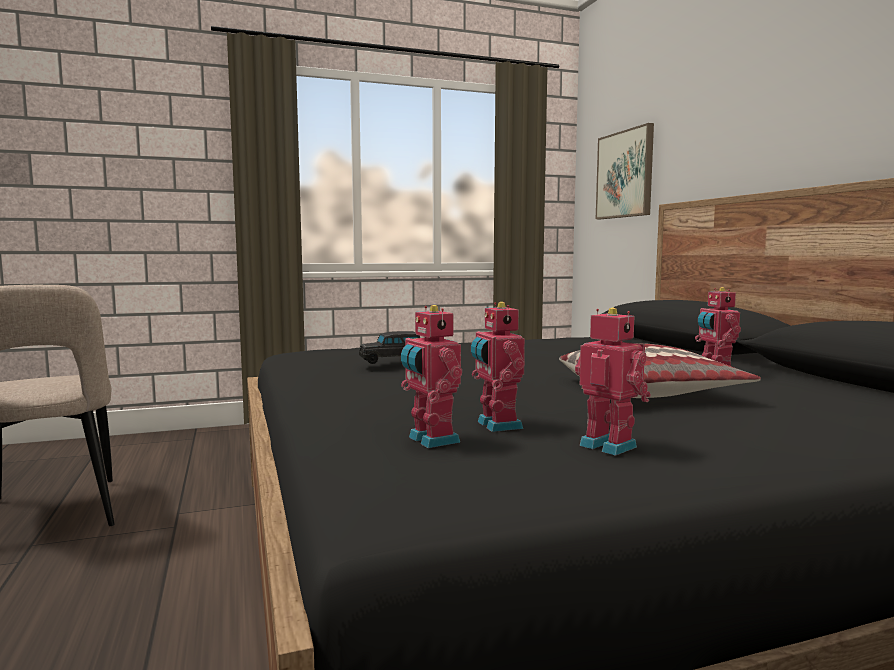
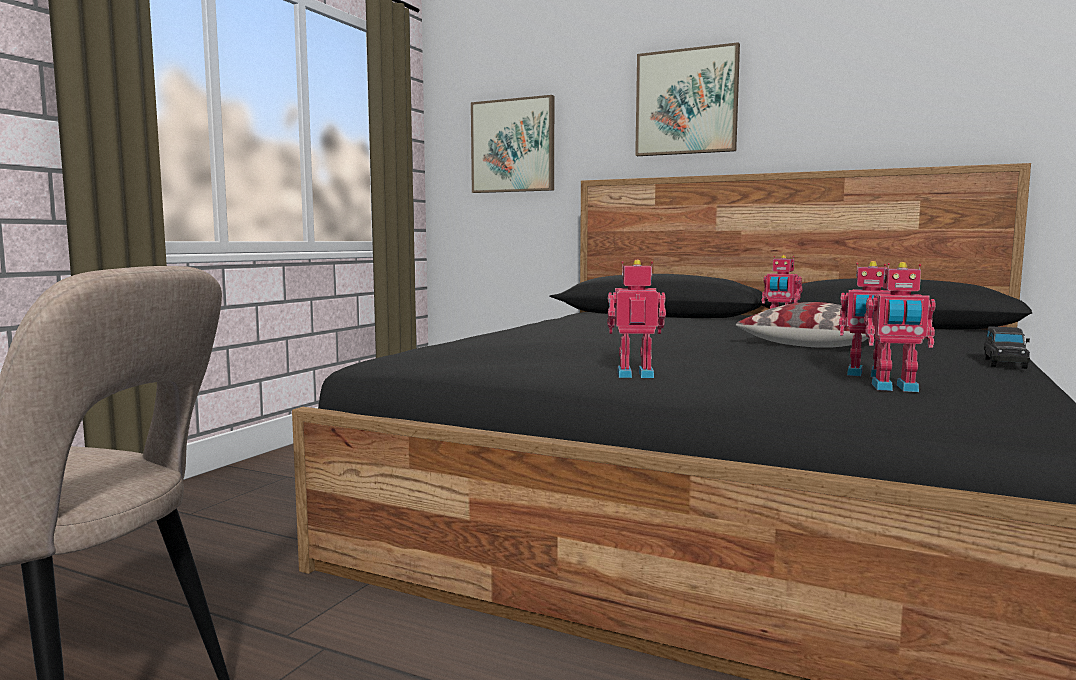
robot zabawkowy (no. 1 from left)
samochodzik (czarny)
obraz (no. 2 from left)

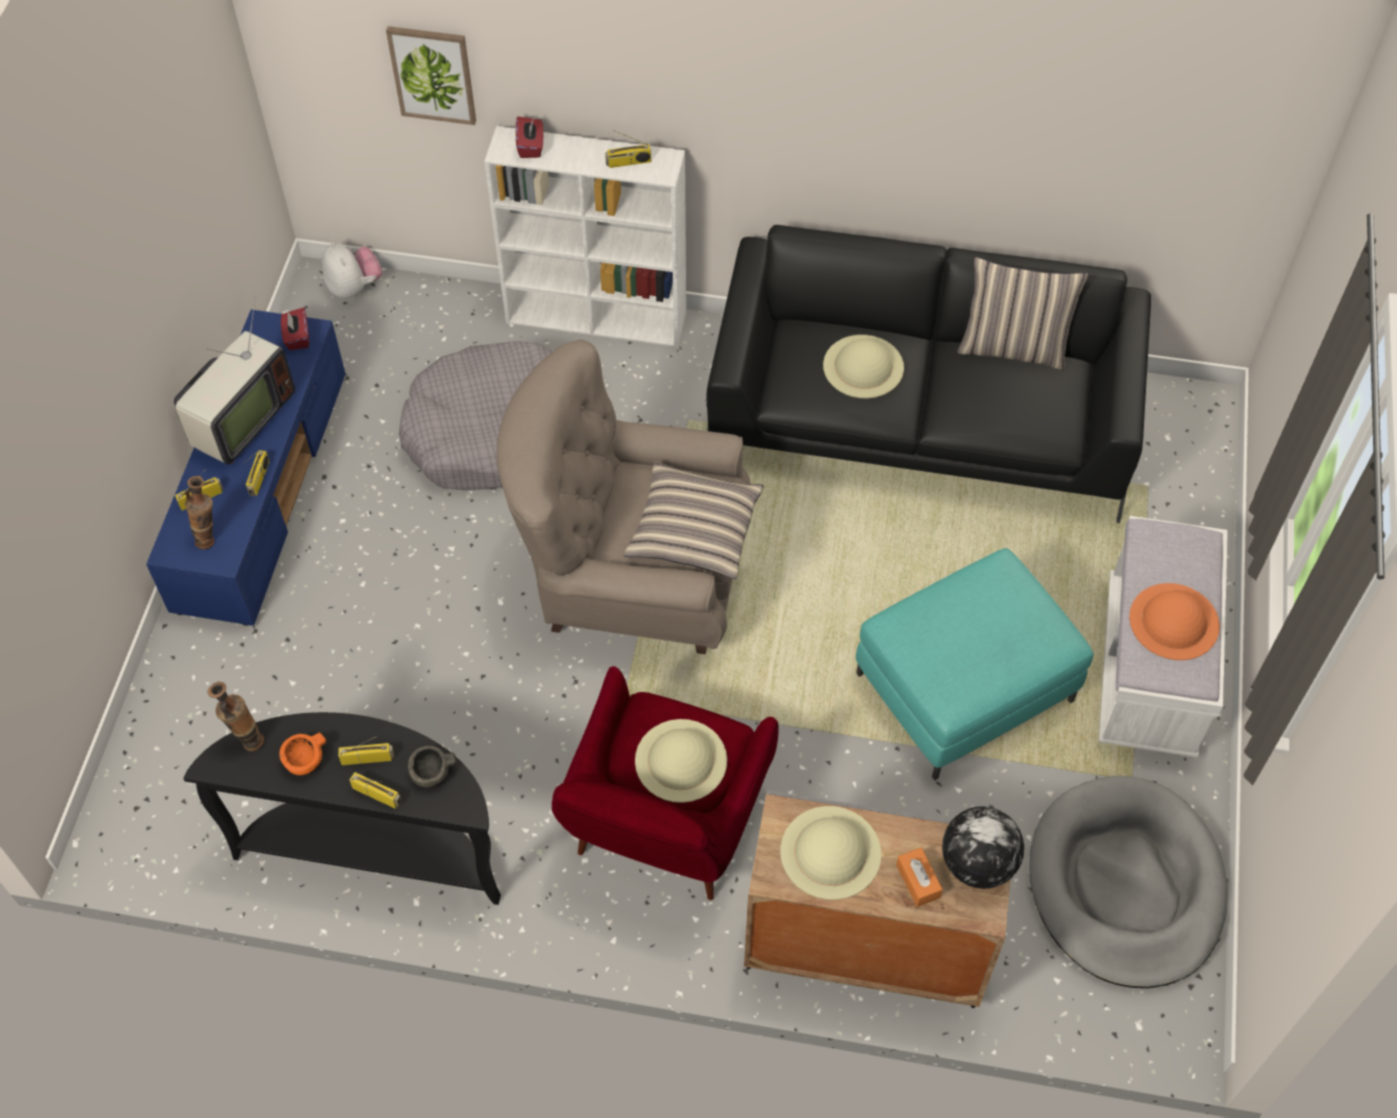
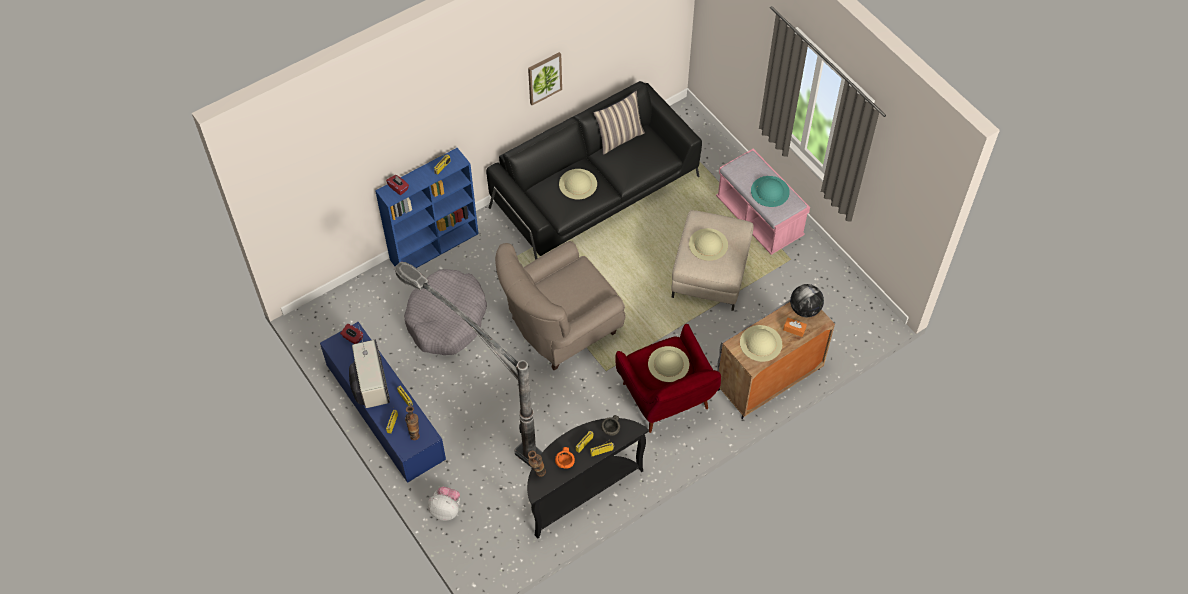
obraz
regał (niebieski)
pluszak
poduszka (no. 1 from left in the first image)
ławka (różowy)
pufa (beżowy)
kapelusz (turkusowy)
legowisko (szary) (no. 2 from left in the first image)
kapelusz (beżowy) (no. 3 from left)
lampa stojąca

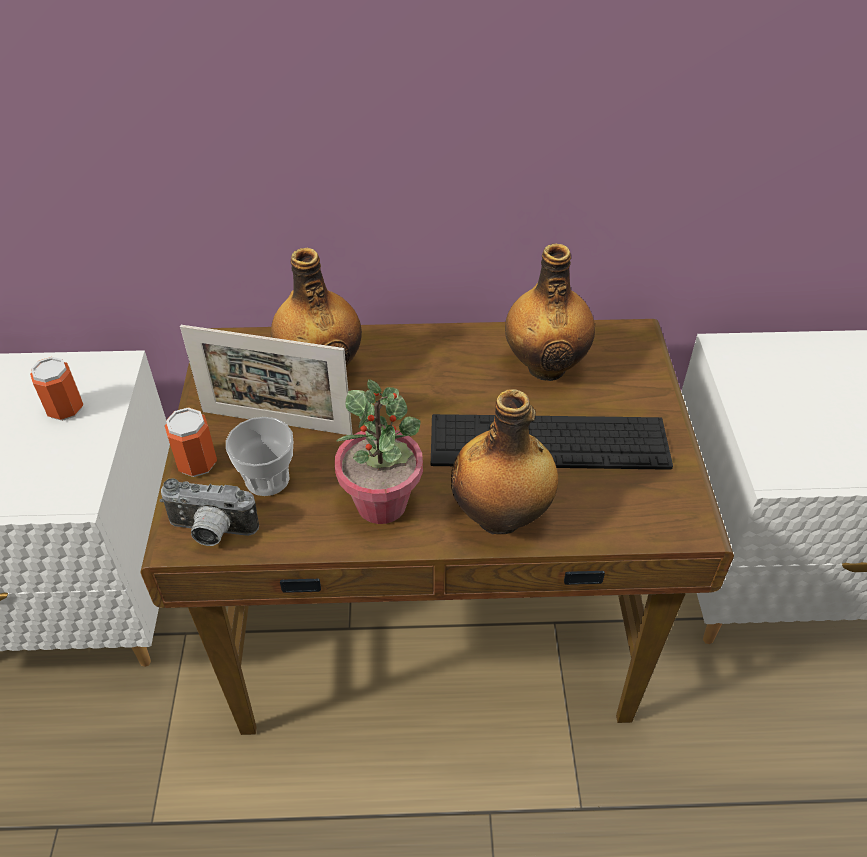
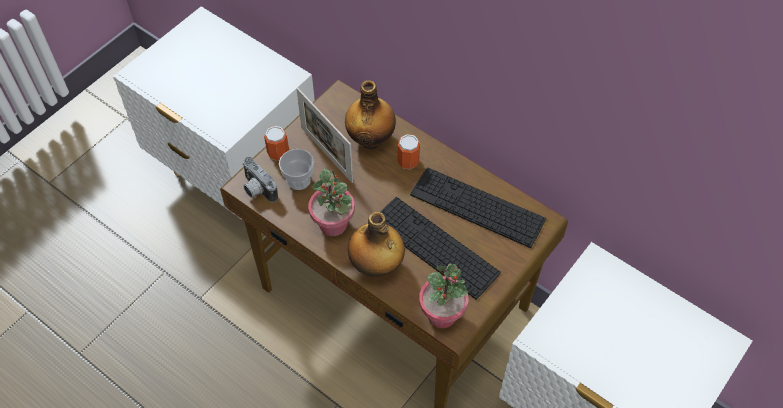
klawiatura (no. 2 from left)
puszka (no. 2 from left)
roślina doniczkowa (no. 2 from left)

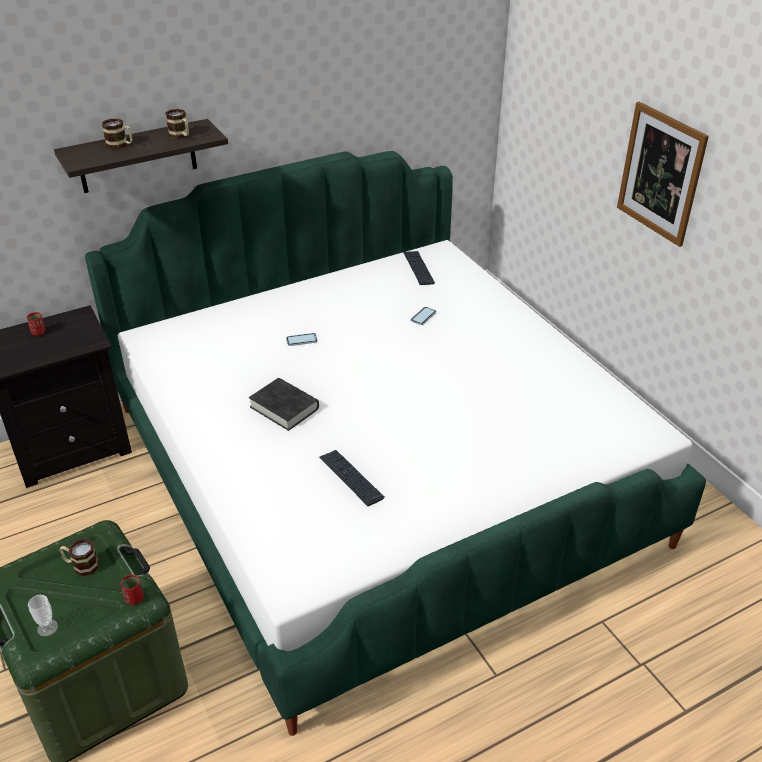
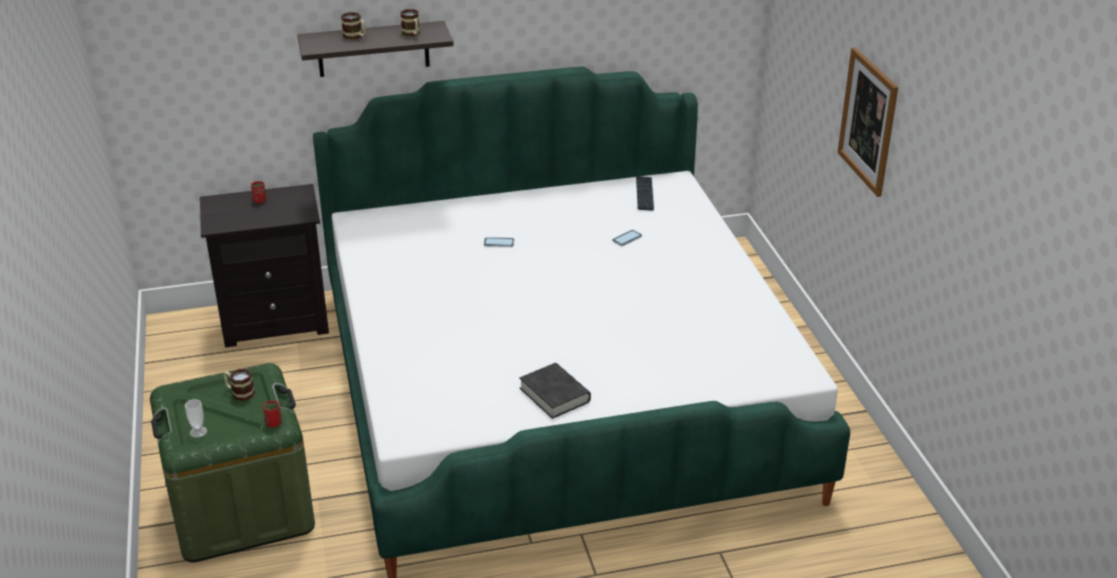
książka (czarny)
klawiatura (no. 1 from left in the first image)

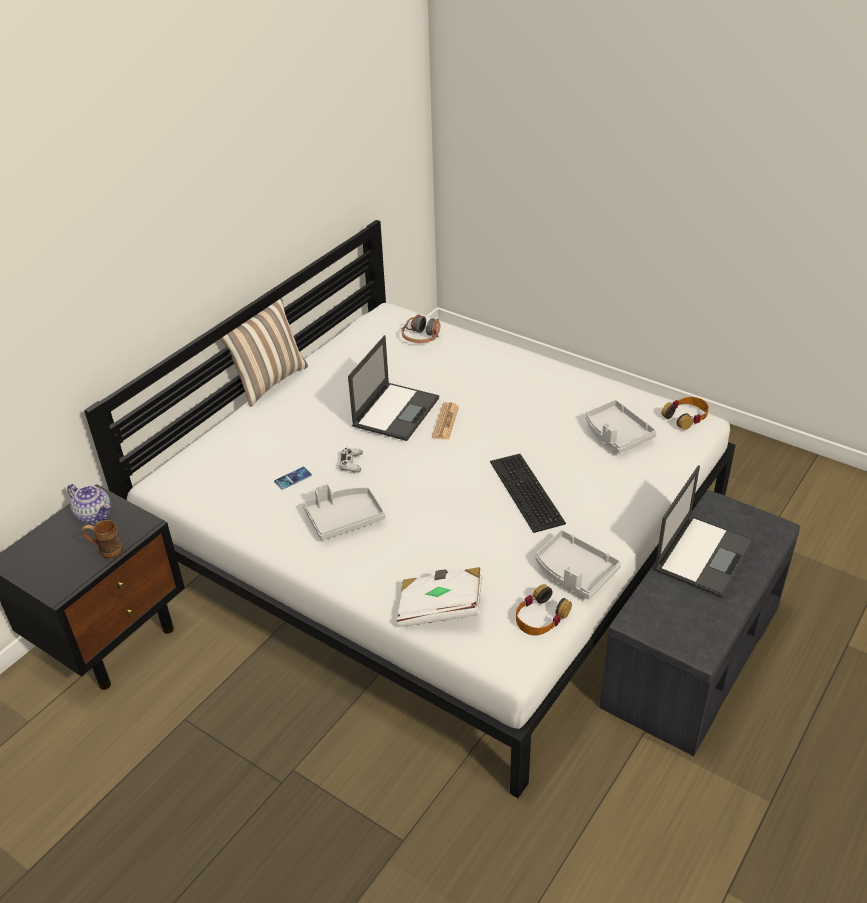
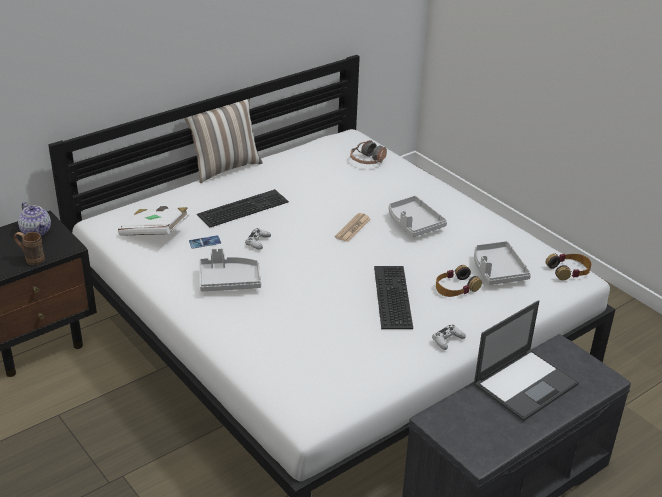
laptop (no. 1 from left in the first image)
taca (szary) (no. 2 from left)
książka (biały)
słuchawki (no. 2 from left)
klawiatura (no. 1 from left)
pad do gier (biały) (no. 2 from left)

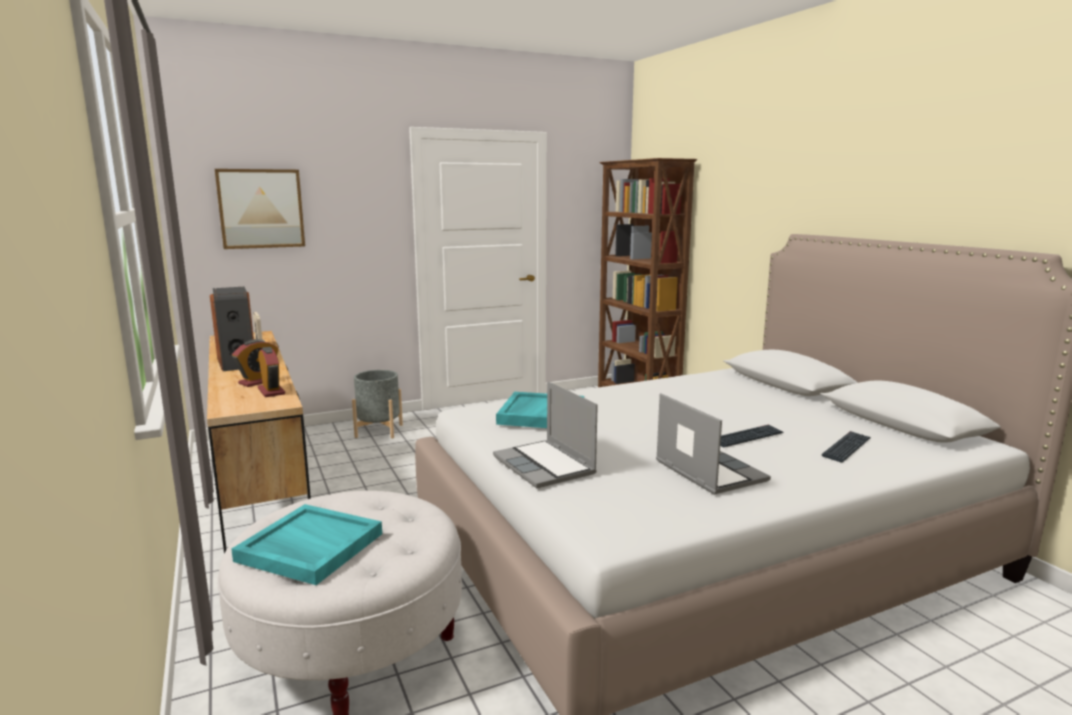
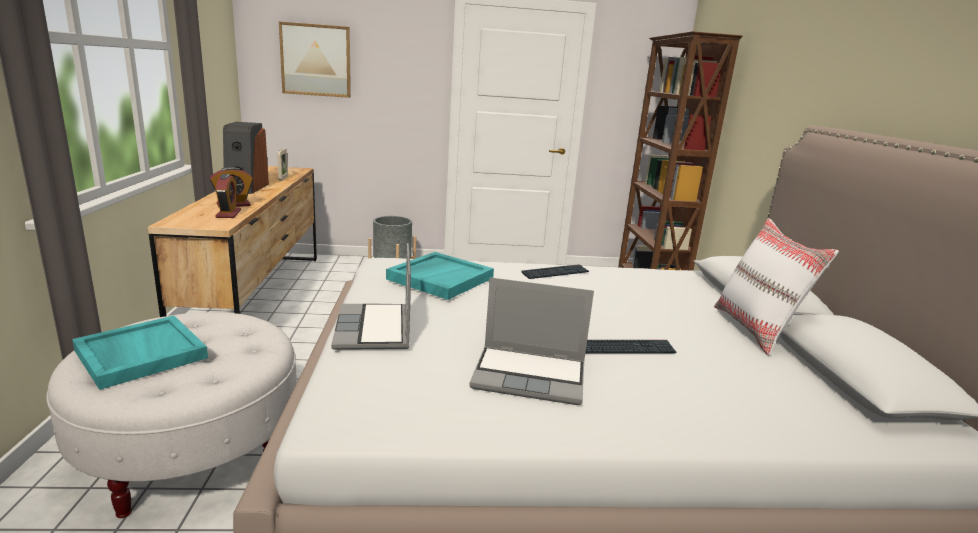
laptop (no. 2 from left)
klawiatura (no. 1 from left)
poduszka (biały)

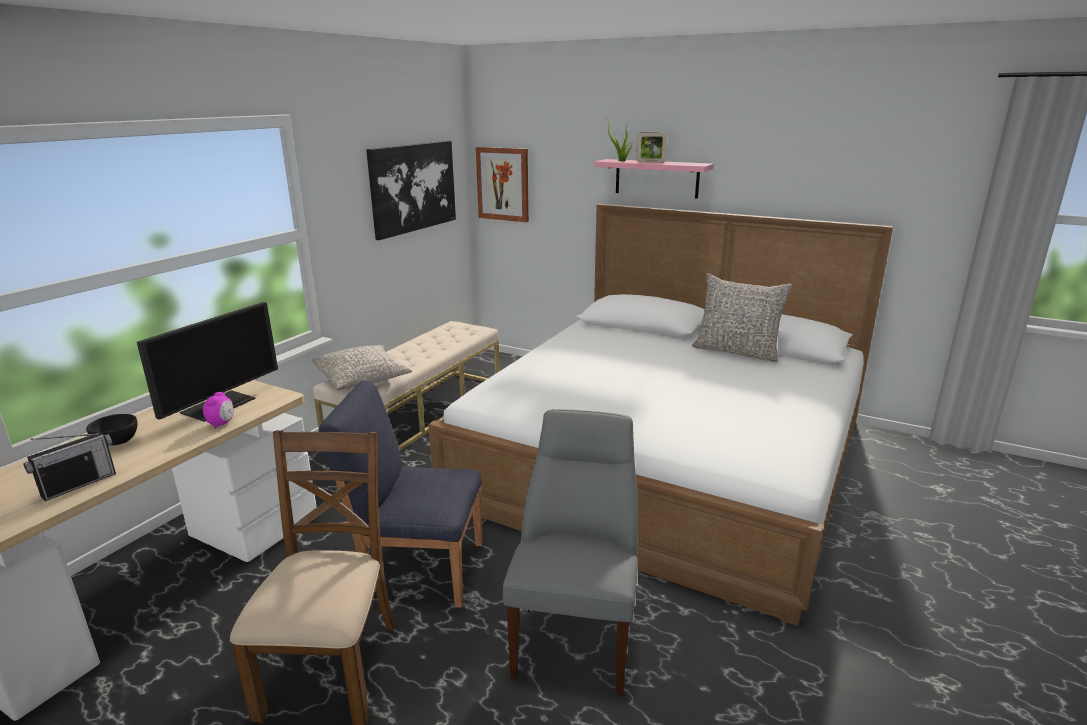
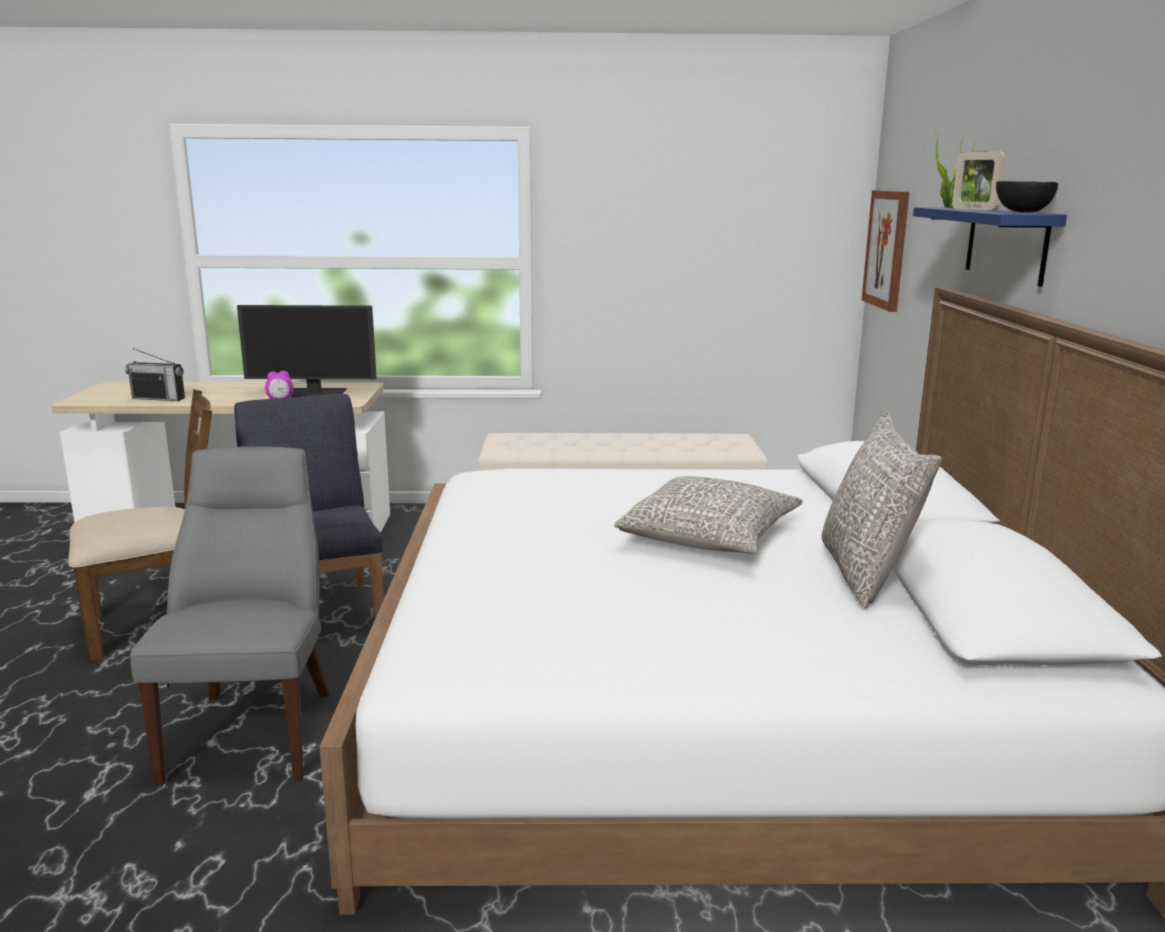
obraz (no. 1 from left in the first image)
półka (niebieski)
poduszka (szary) (no. 1 from left)
krzesło (szary)
miska (czarny)

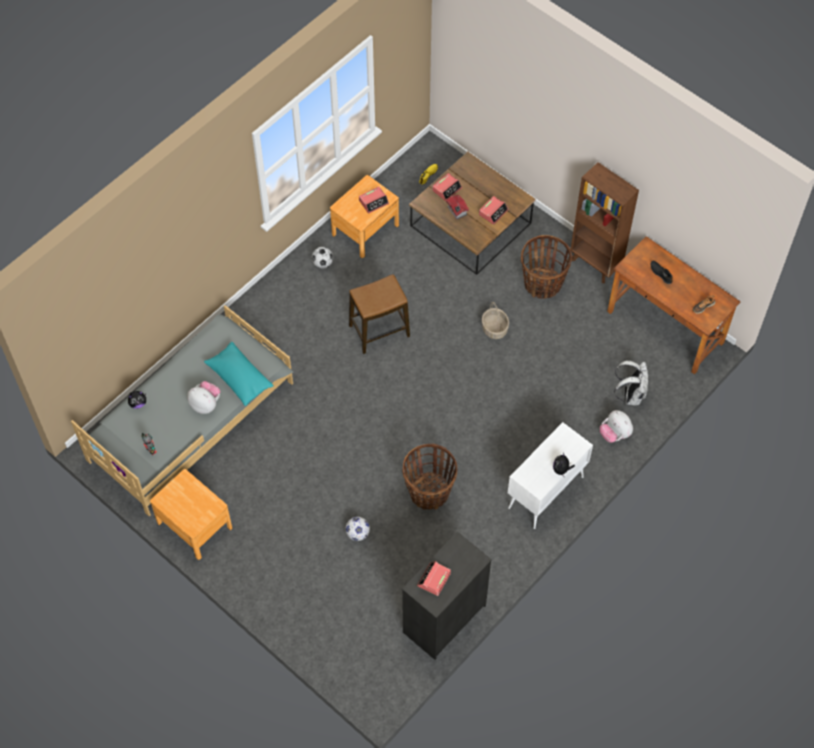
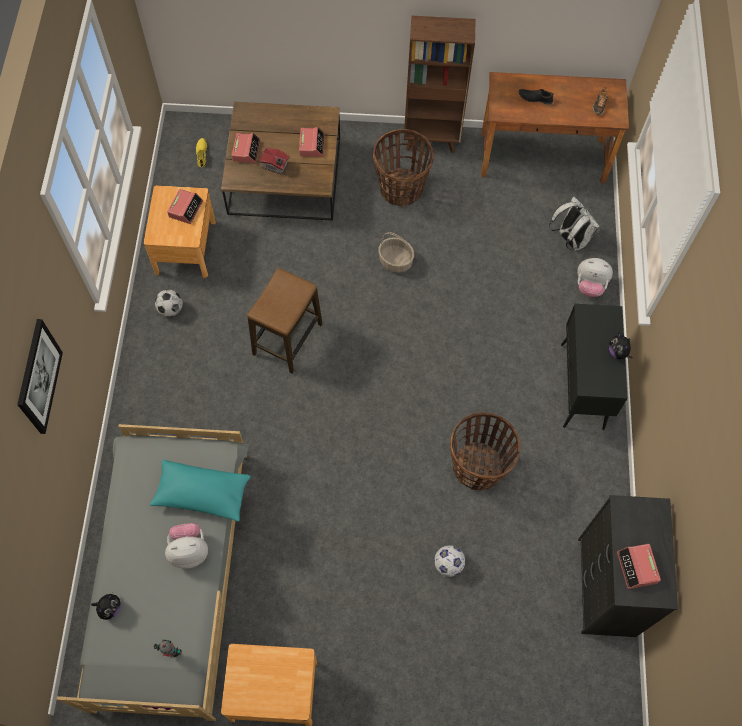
szafka (czarny)
obraz

